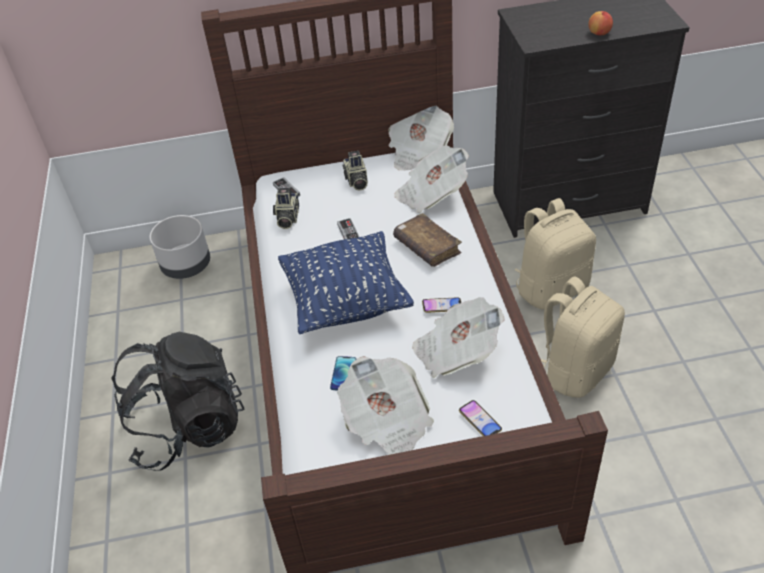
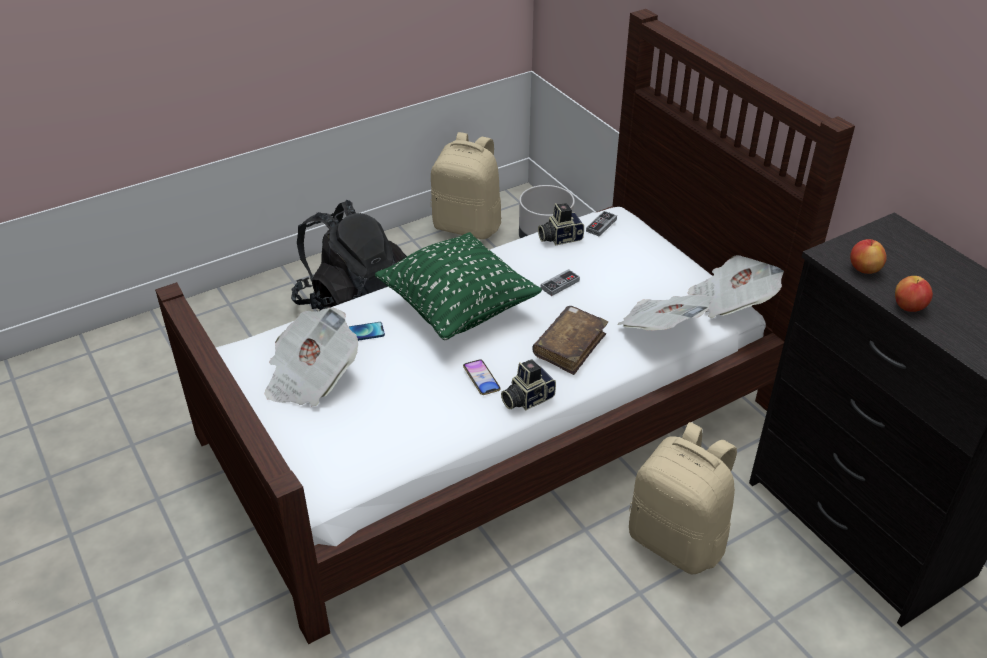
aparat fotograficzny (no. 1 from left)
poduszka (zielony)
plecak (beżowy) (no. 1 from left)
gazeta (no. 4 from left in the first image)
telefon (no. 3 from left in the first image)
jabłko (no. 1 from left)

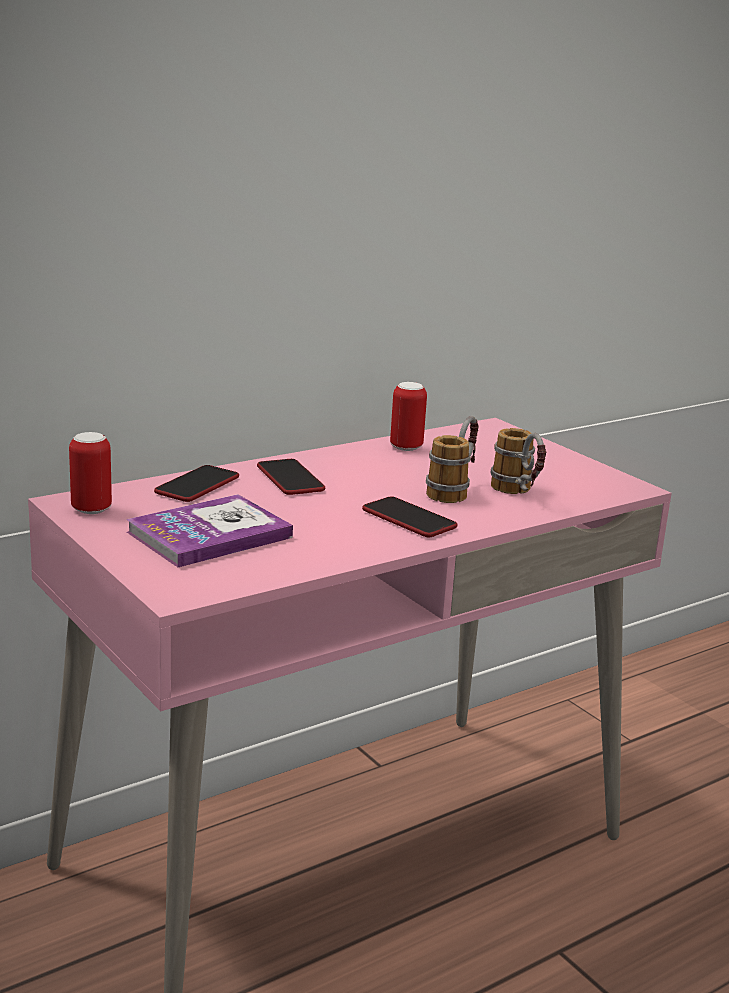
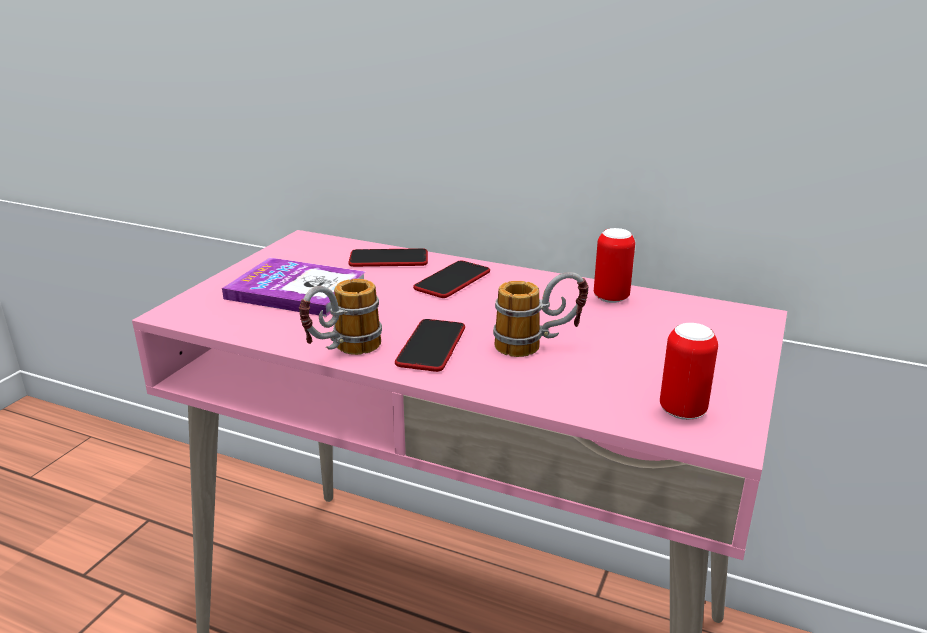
kubek (no. 1 from left)
puszka (no. 2 from left)

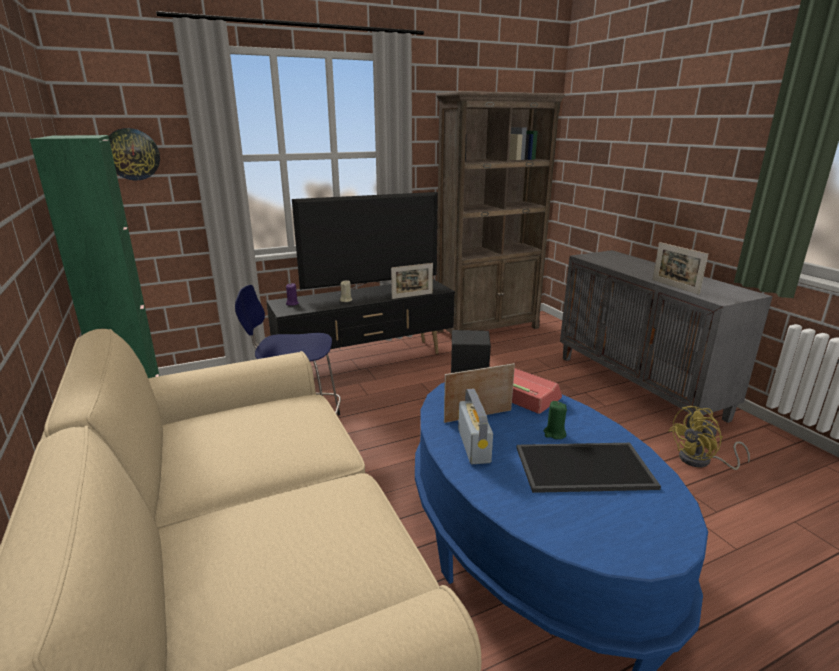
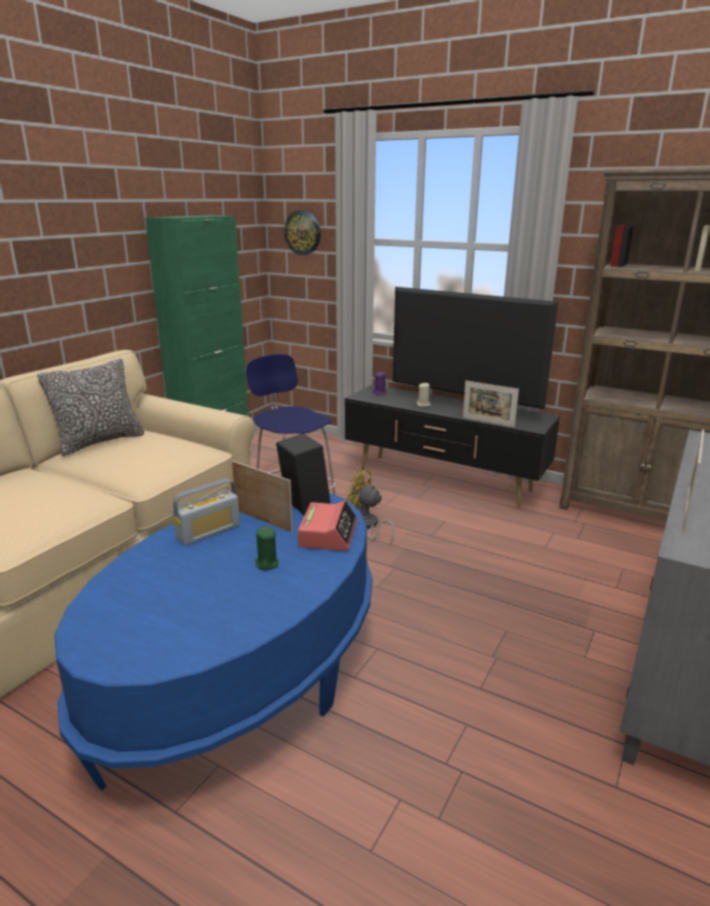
wentylator (żółty)
taca
poduszka

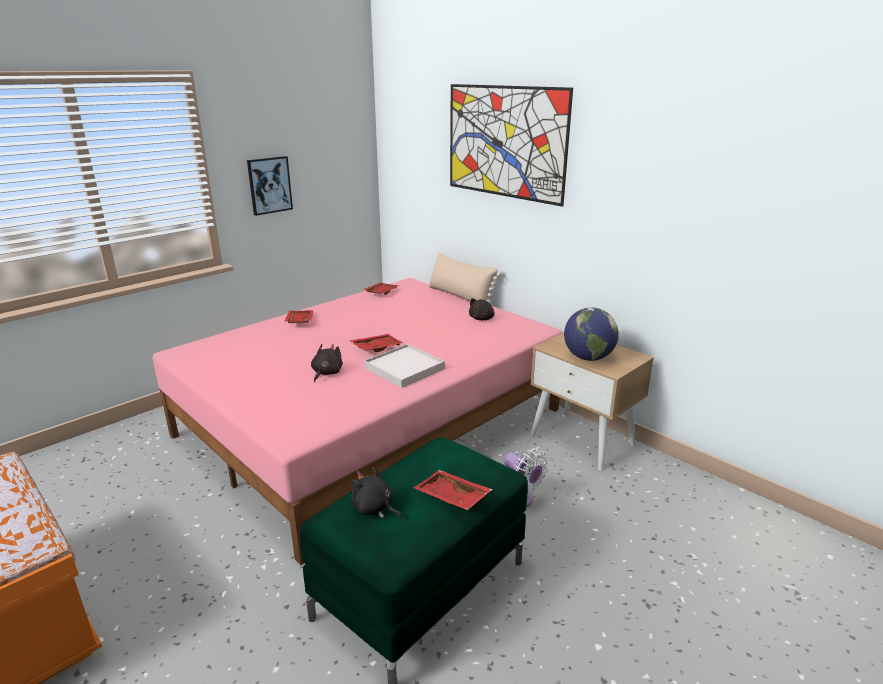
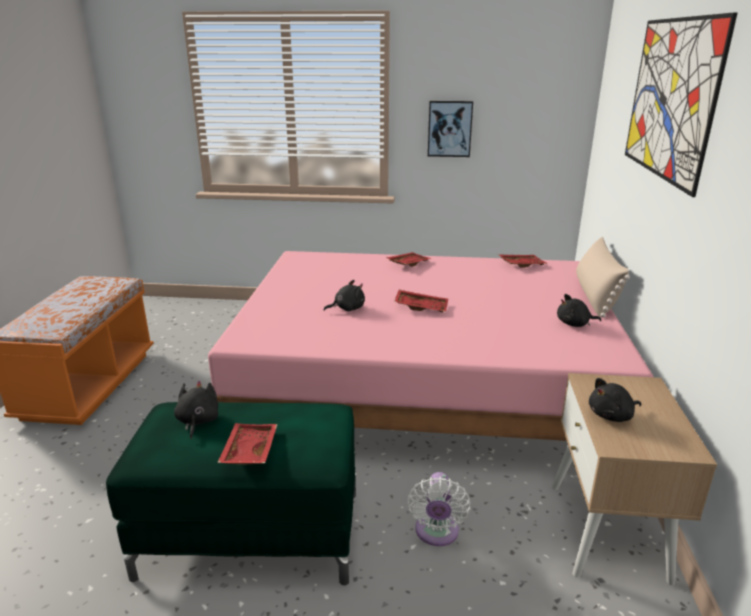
pluszak (czarny) (no. 4 from left)
taca (biały)

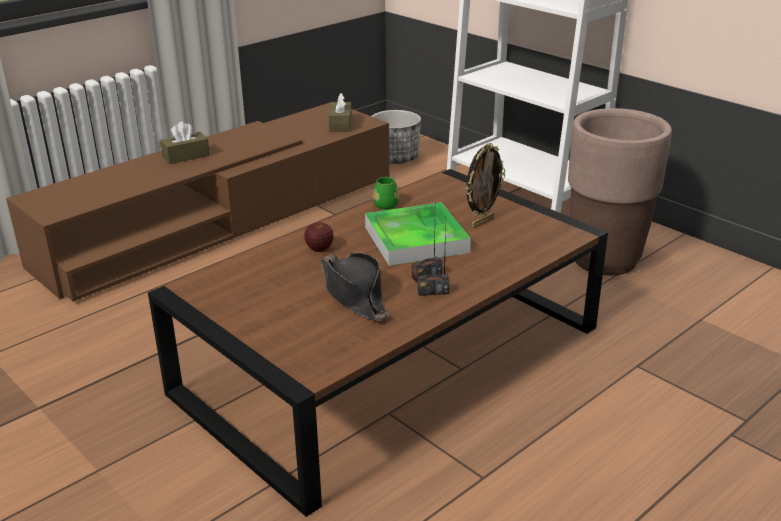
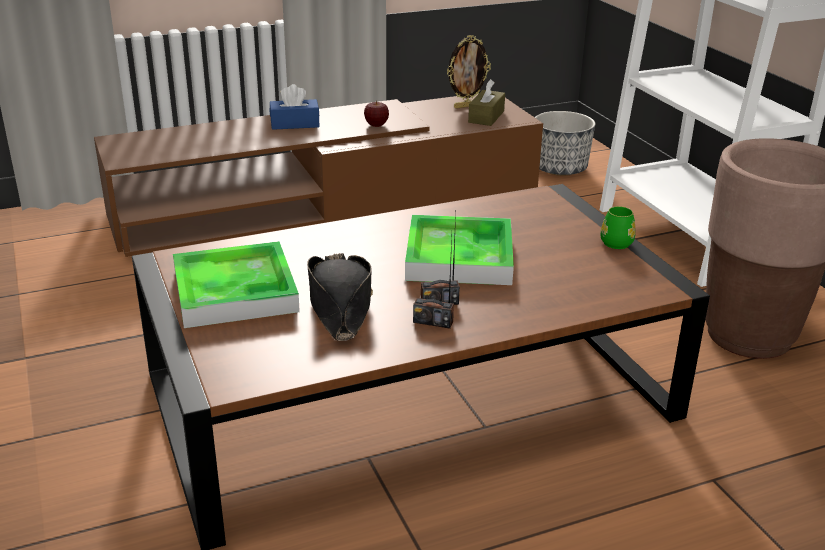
pudełko chusteczek (niebieski)
ramka na zdjęcie
kubek (zielony)
jabłko
taca (no. 1 from left)

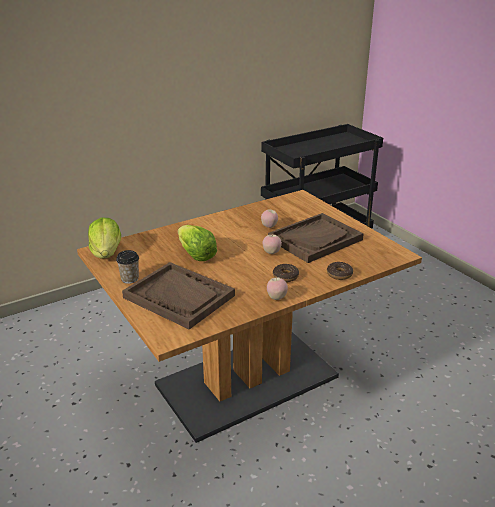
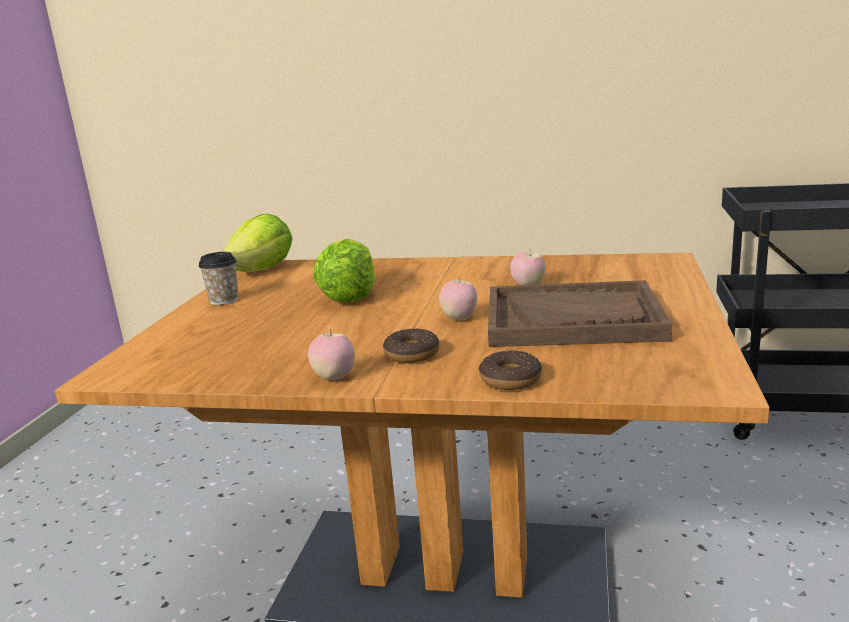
taca (brązowy) (no. 1 from left in the first image)

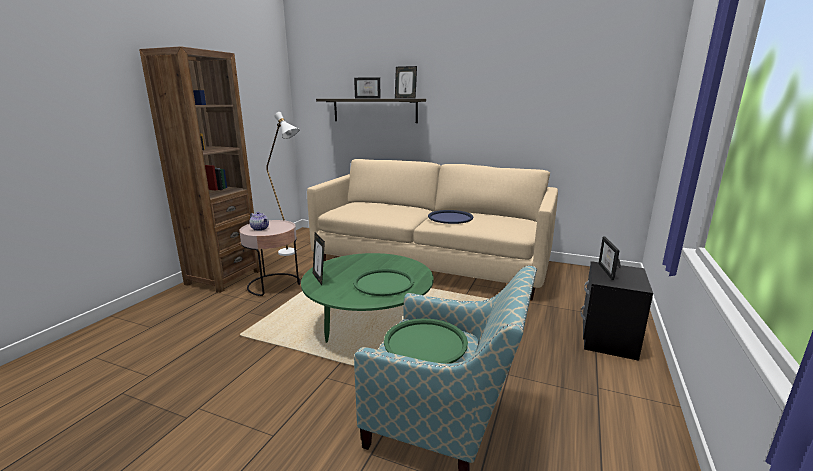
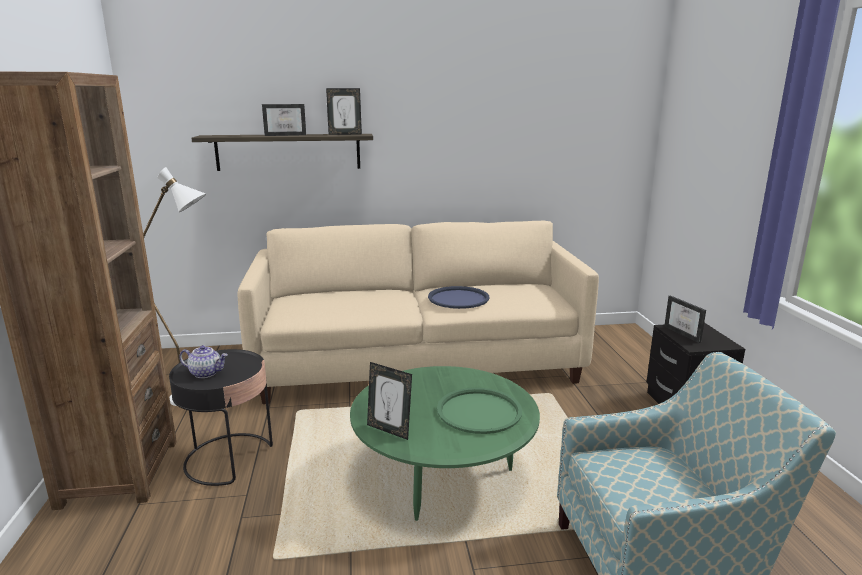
stolik (czarny)
taca (zielony) (no. 2 from left in the first image)

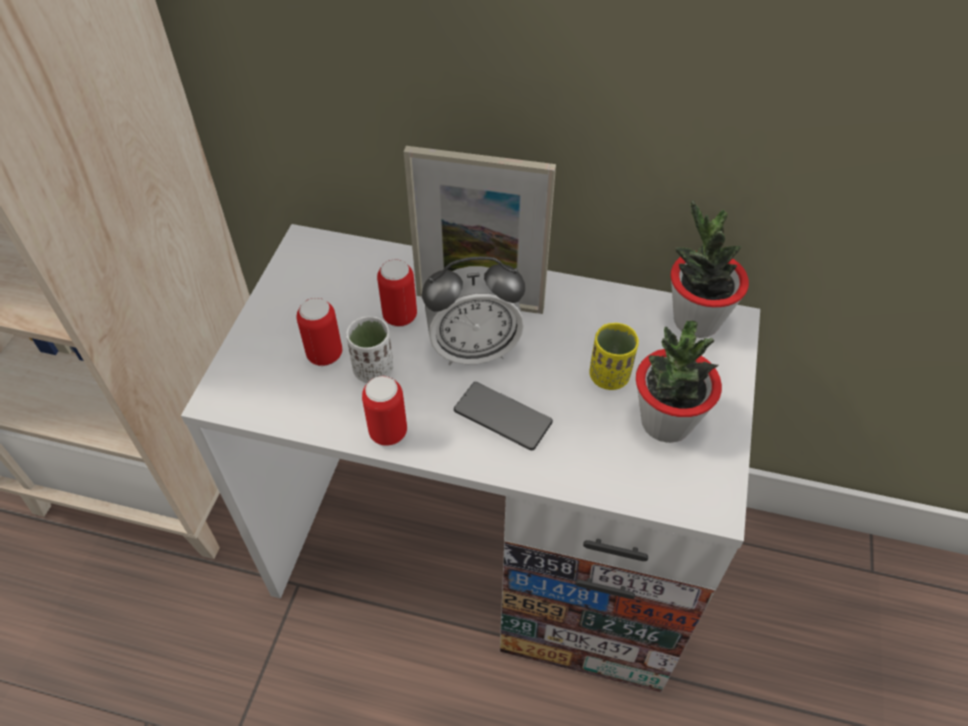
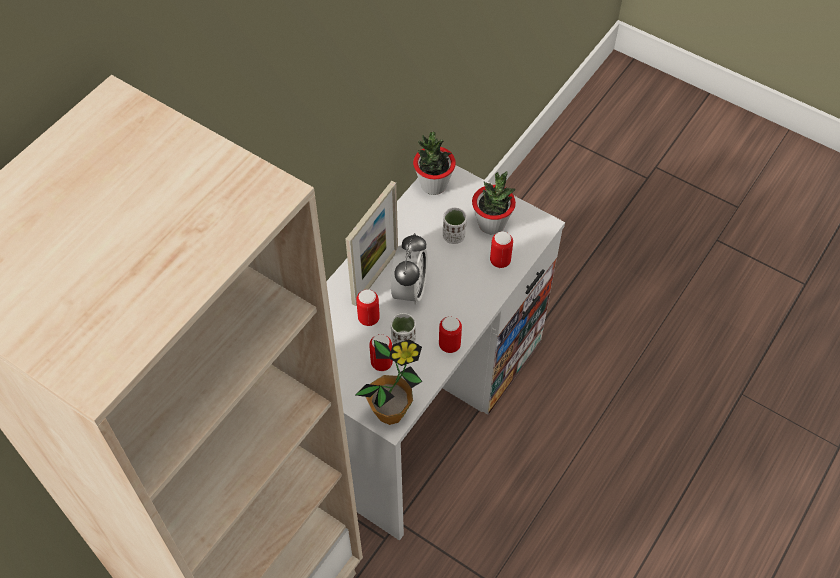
filiżanka (biały) (no. 2 from left)
telefon
puszka (no. 4 from left)
roślina doniczkowa (no. 1 from left)

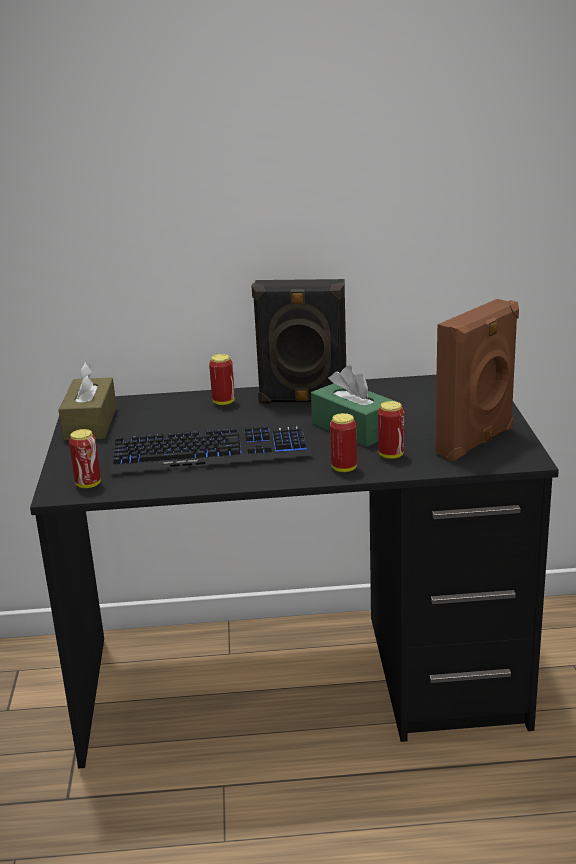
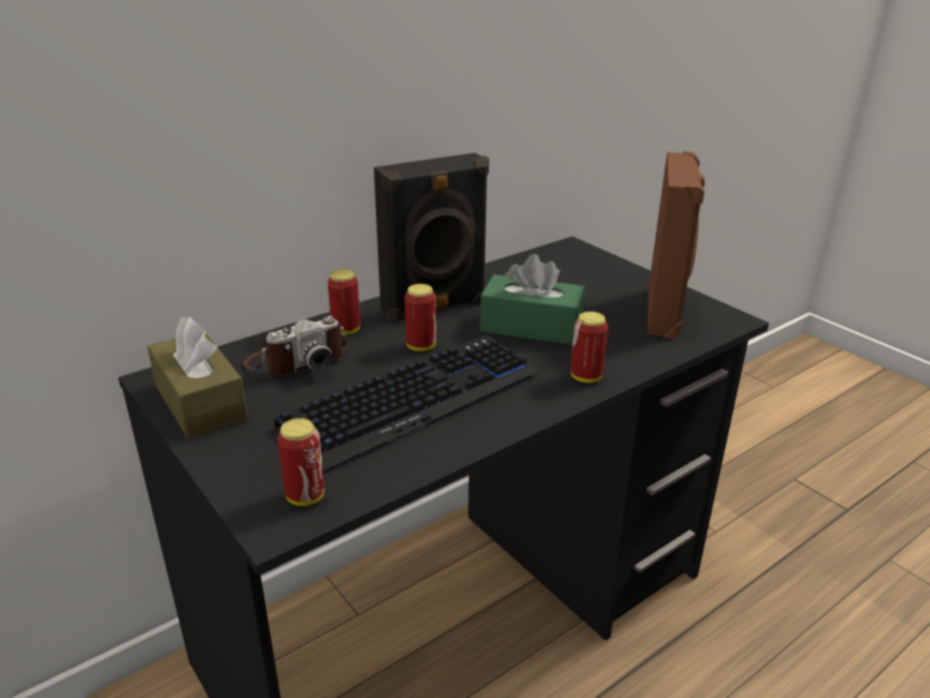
puszka (no. 3 from left)
aparat fotograficzny

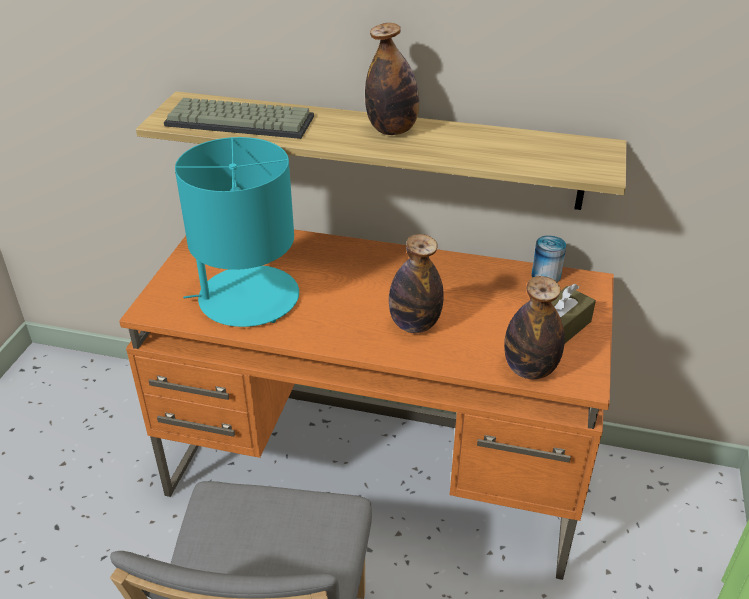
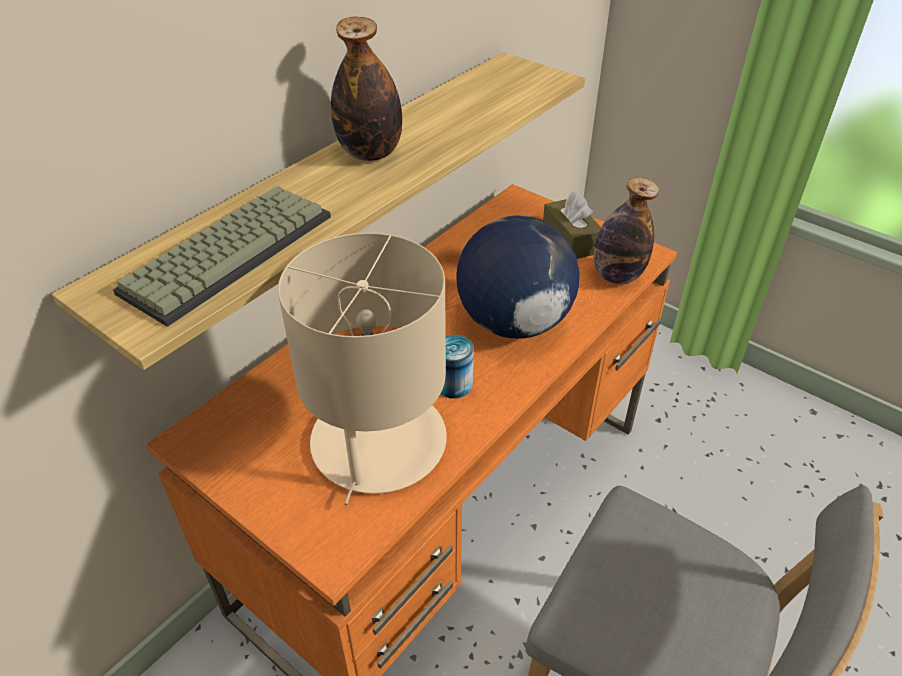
lampa stołowa (beżowy)
globus
puszka

